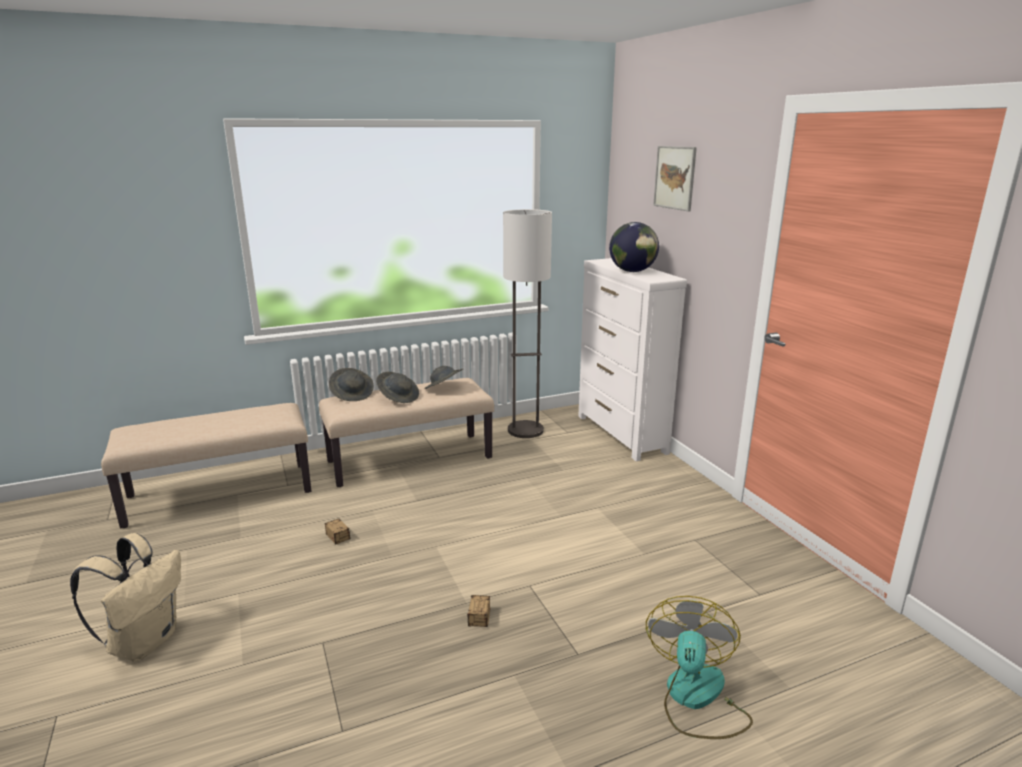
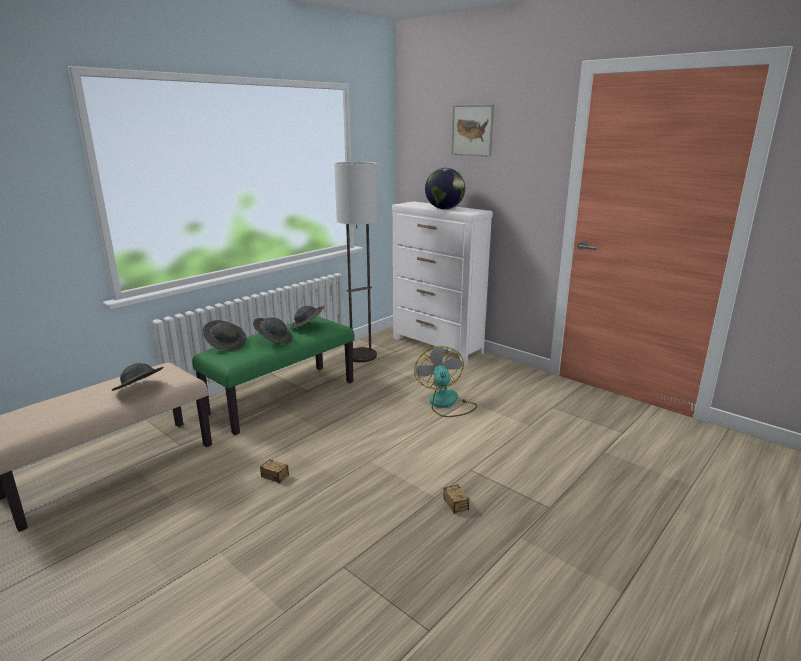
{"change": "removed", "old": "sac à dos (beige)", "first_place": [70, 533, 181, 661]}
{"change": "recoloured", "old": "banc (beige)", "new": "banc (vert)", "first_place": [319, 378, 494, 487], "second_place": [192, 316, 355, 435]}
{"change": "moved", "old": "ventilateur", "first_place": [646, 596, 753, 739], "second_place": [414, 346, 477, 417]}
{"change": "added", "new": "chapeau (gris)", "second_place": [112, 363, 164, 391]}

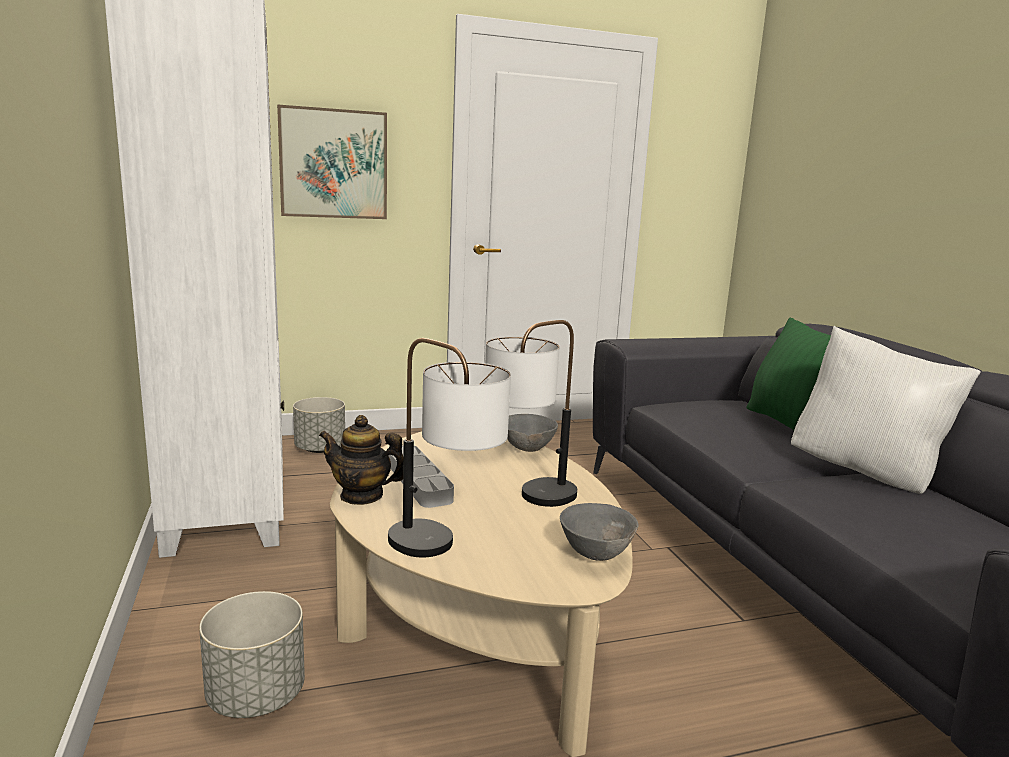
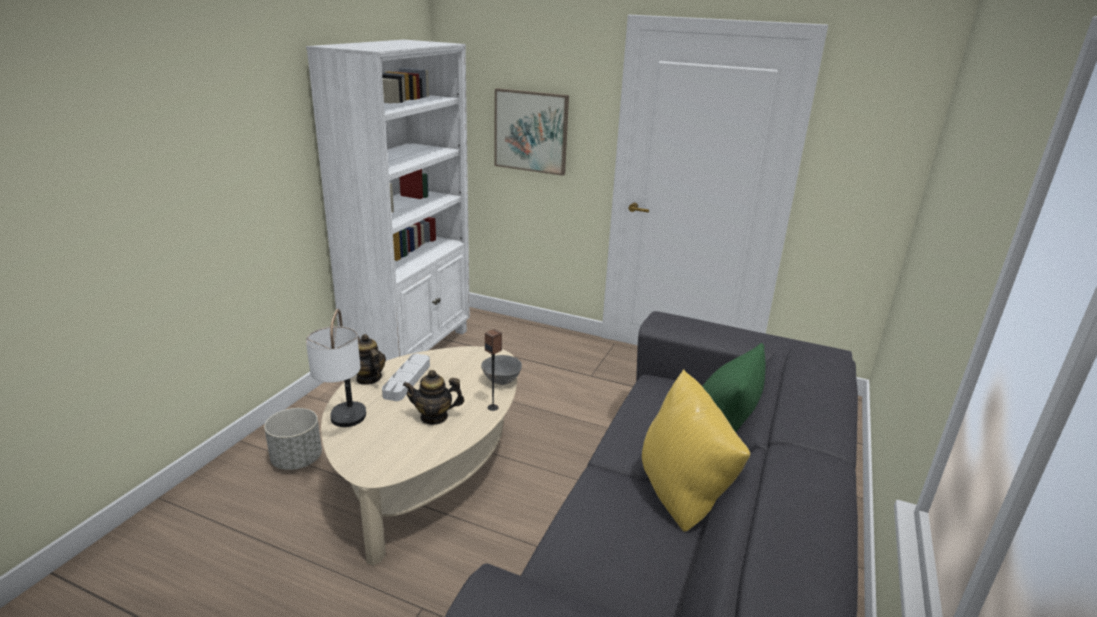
{"change": "removed", "old": "cache-pot (gris)", "first_place": [293, 397, 345, 453]}
{"change": "replaced", "old": "lampe de table", "new": "théière", "first_place": [485, 320, 577, 507], "second_place": [403, 370, 464, 425]}
{"change": "removed", "old": "bol (gris)", "first_place": [560, 503, 639, 561]}
{"change": "recoloured", "old": "coussin (blanc)", "new": "coussin (jaune)", "first_place": [791, 326, 981, 494], "second_place": [642, 369, 750, 532]}
{"change": "added", "new": "enceinte", "second_place": [485, 329, 502, 411]}

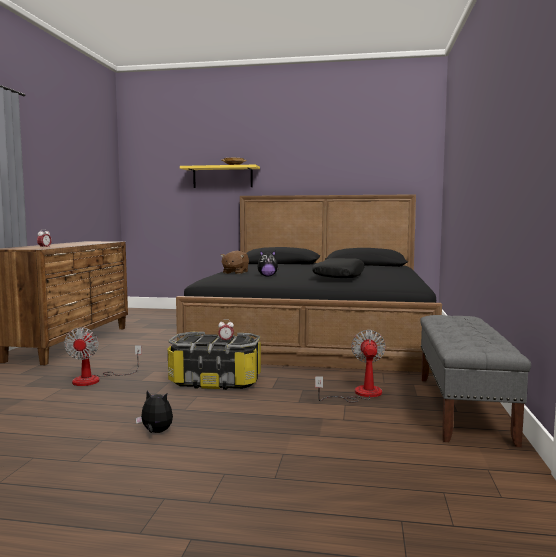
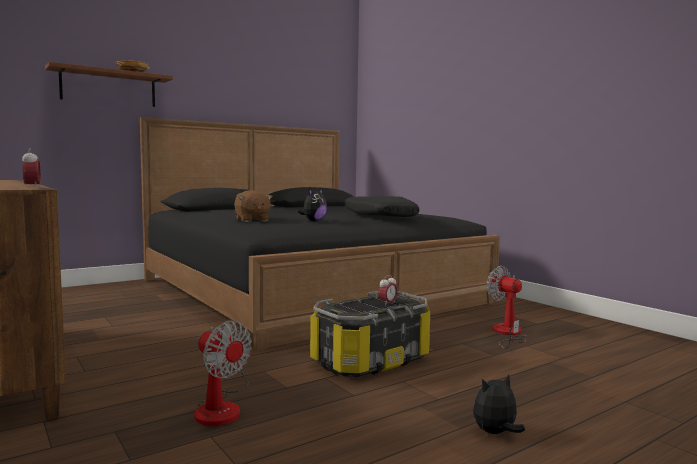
{"change": "recoloured", "old": "étagère (jaune)", "new": "étagère (marron)", "first_place": [180, 165, 260, 188], "second_place": [45, 62, 173, 107]}
{"change": "removed", "old": "banc (gris)", "first_place": [420, 315, 531, 447]}

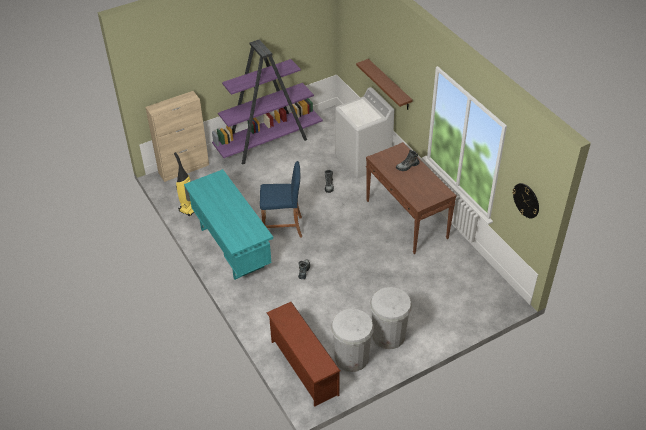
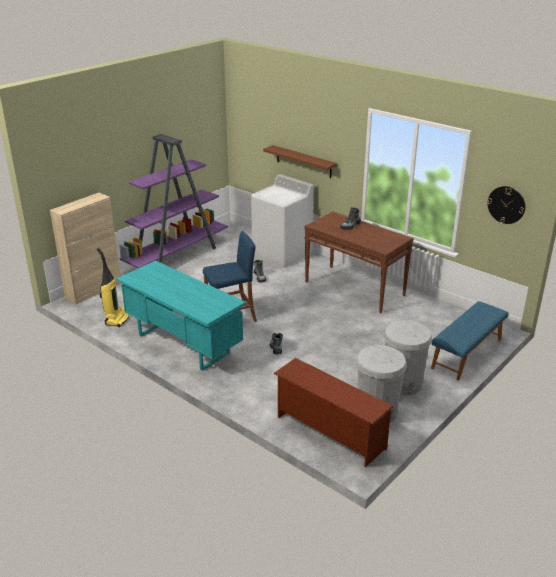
{"change": "added", "new": "banc (bleu)", "second_place": [431, 301, 509, 381]}

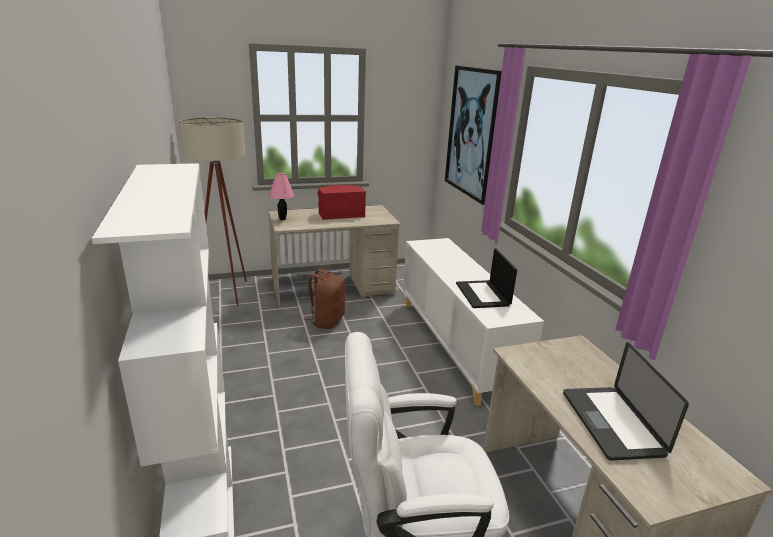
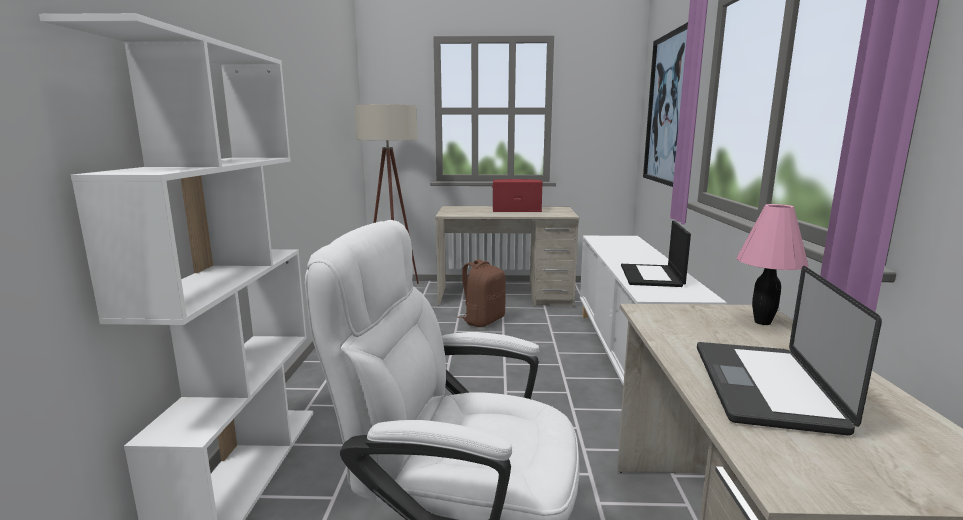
{"change": "moved", "old": "lampe de table (rose)", "first_place": [269, 173, 294, 220], "second_place": [736, 204, 809, 325]}

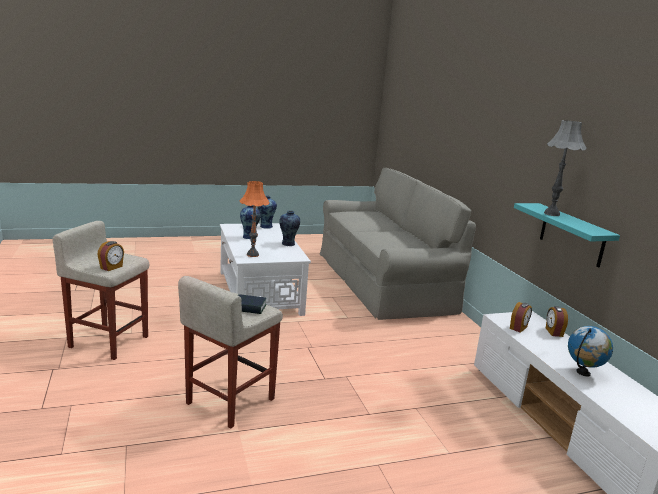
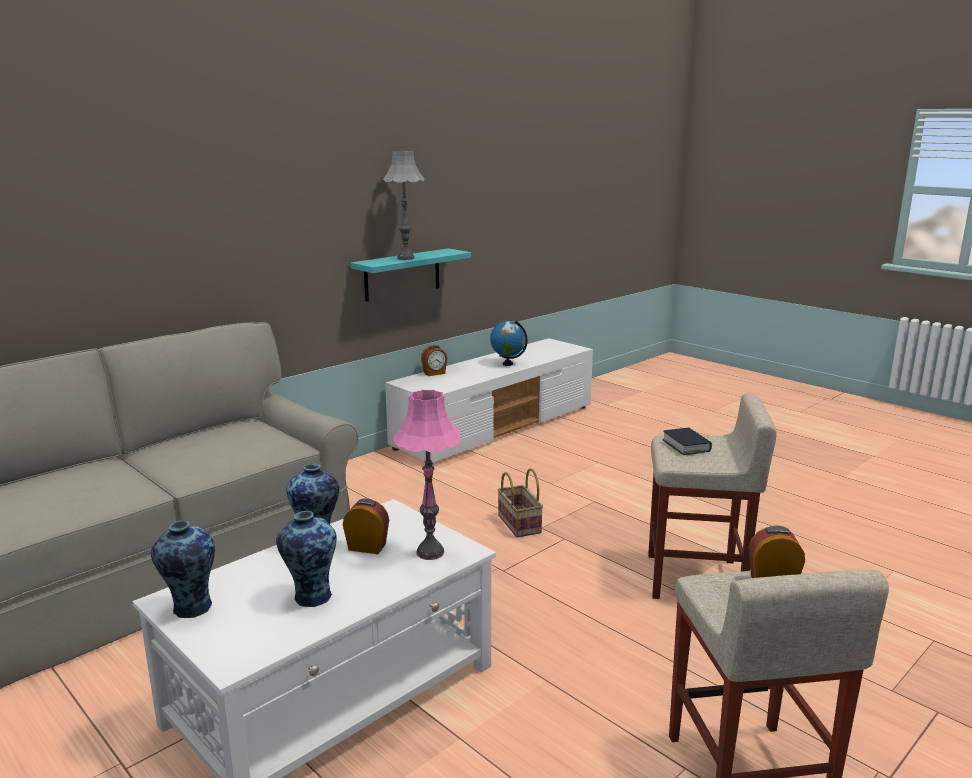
{"change": "recoloured", "old": "lampe de table (orange)", "new": "lampe de table (rose)", "first_place": [240, 181, 269, 257], "second_place": [392, 390, 462, 560]}
{"change": "moved", "old": "réveil", "first_place": [510, 302, 532, 333], "second_place": [343, 498, 389, 554]}
{"change": "added", "new": "panier", "second_place": [497, 468, 543, 538]}

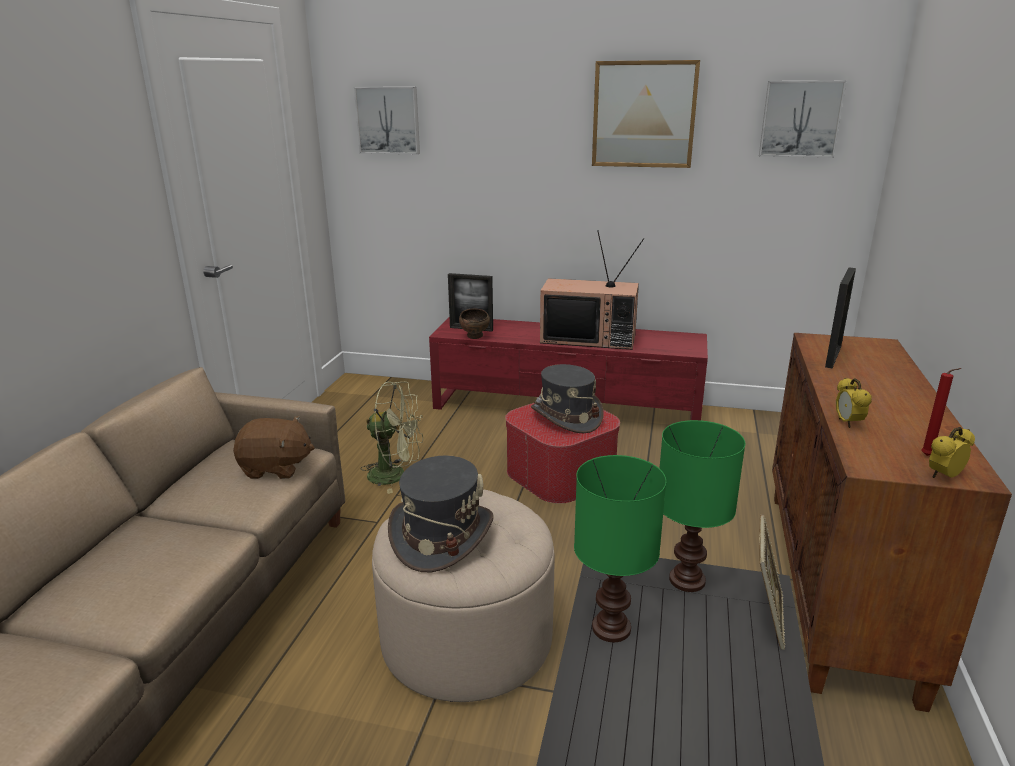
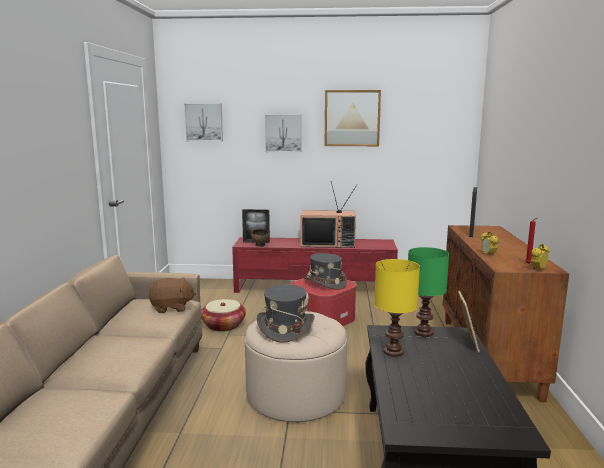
{"change": "replaced", "old": "ventilateur (vert)", "new": "panier", "first_place": [361, 382, 423, 494], "second_place": [201, 299, 246, 332]}
{"change": "recoloured", "old": "lampe de table (vert)", "new": "lampe de table (jaune)", "first_place": [574, 455, 666, 642], "second_place": [374, 259, 420, 357]}
{"change": "moved", "old": "tableau", "first_place": [759, 81, 846, 158], "second_place": [264, 114, 302, 152]}

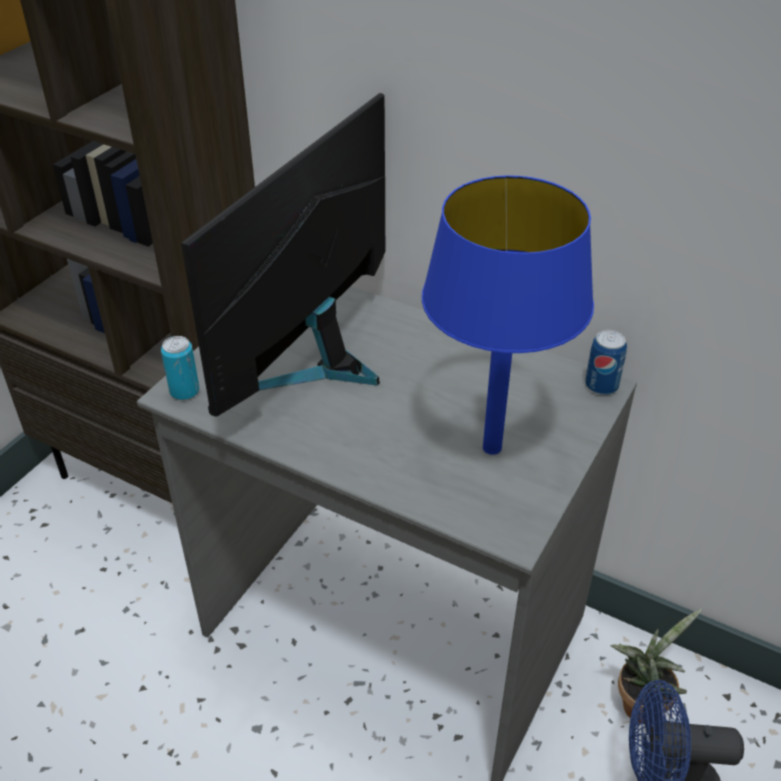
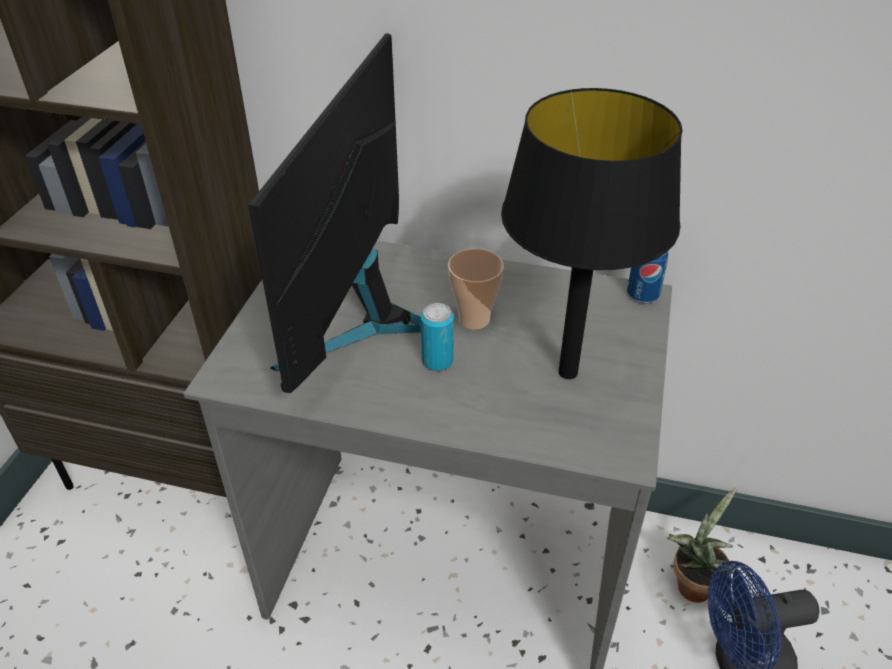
{"change": "moved", "old": "boîte métallique", "first_place": [161, 336, 199, 400], "second_place": [421, 303, 454, 371]}
{"change": "recoloured", "old": "lampe de table (bleu)", "new": "lampe de table (noir)", "first_place": [422, 175, 594, 455], "second_place": [501, 88, 682, 379]}
{"change": "added", "new": "tasse", "second_place": [448, 249, 504, 329]}

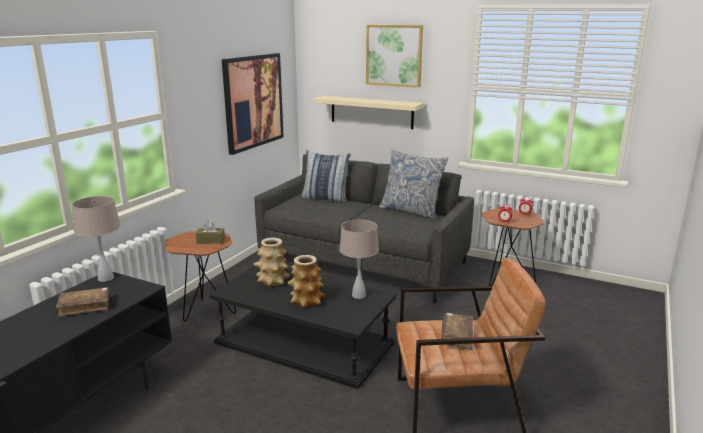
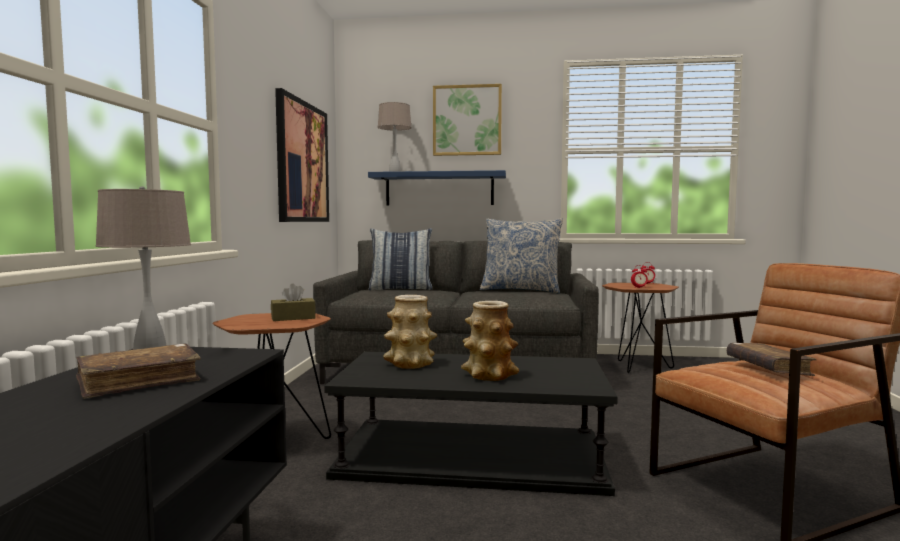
{"change": "recoloured", "old": "étagère (beige)", "new": "étagère (bleu)", "first_place": [313, 96, 424, 129], "second_place": [368, 170, 506, 205]}
{"change": "moved", "old": "lampe de table (beige)", "first_place": [339, 220, 379, 299], "second_place": [378, 102, 412, 172]}

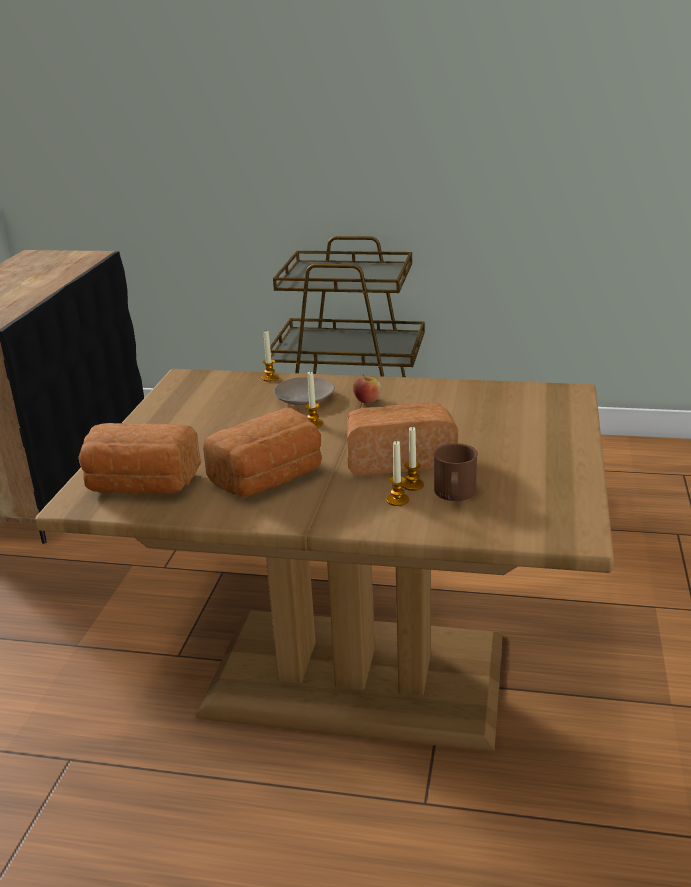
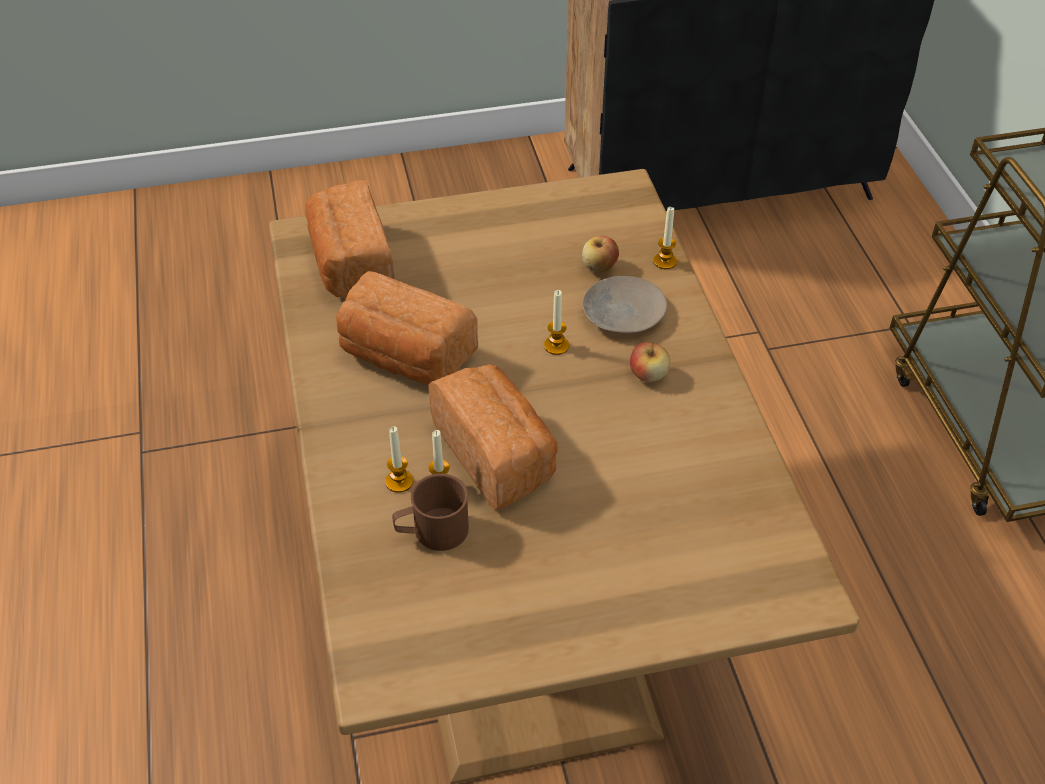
{"change": "added", "new": "pomme", "second_place": [582, 236, 619, 273]}

